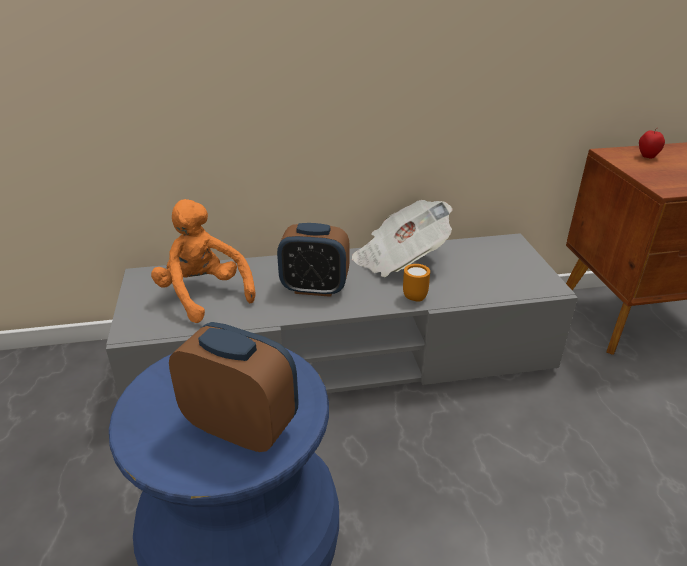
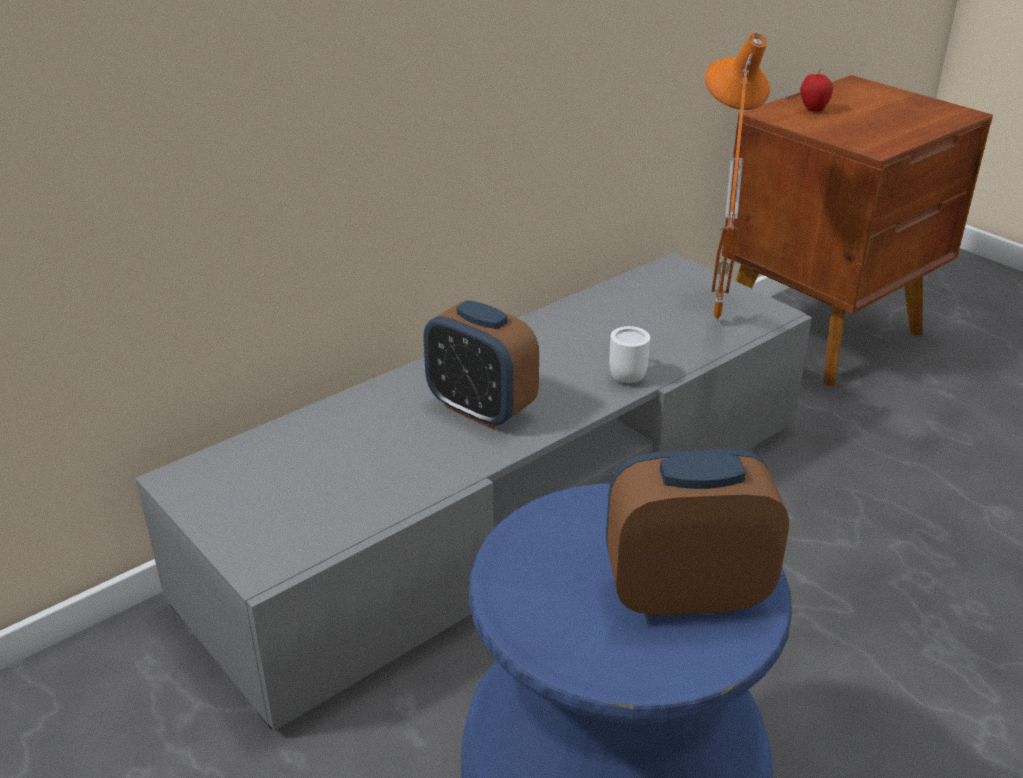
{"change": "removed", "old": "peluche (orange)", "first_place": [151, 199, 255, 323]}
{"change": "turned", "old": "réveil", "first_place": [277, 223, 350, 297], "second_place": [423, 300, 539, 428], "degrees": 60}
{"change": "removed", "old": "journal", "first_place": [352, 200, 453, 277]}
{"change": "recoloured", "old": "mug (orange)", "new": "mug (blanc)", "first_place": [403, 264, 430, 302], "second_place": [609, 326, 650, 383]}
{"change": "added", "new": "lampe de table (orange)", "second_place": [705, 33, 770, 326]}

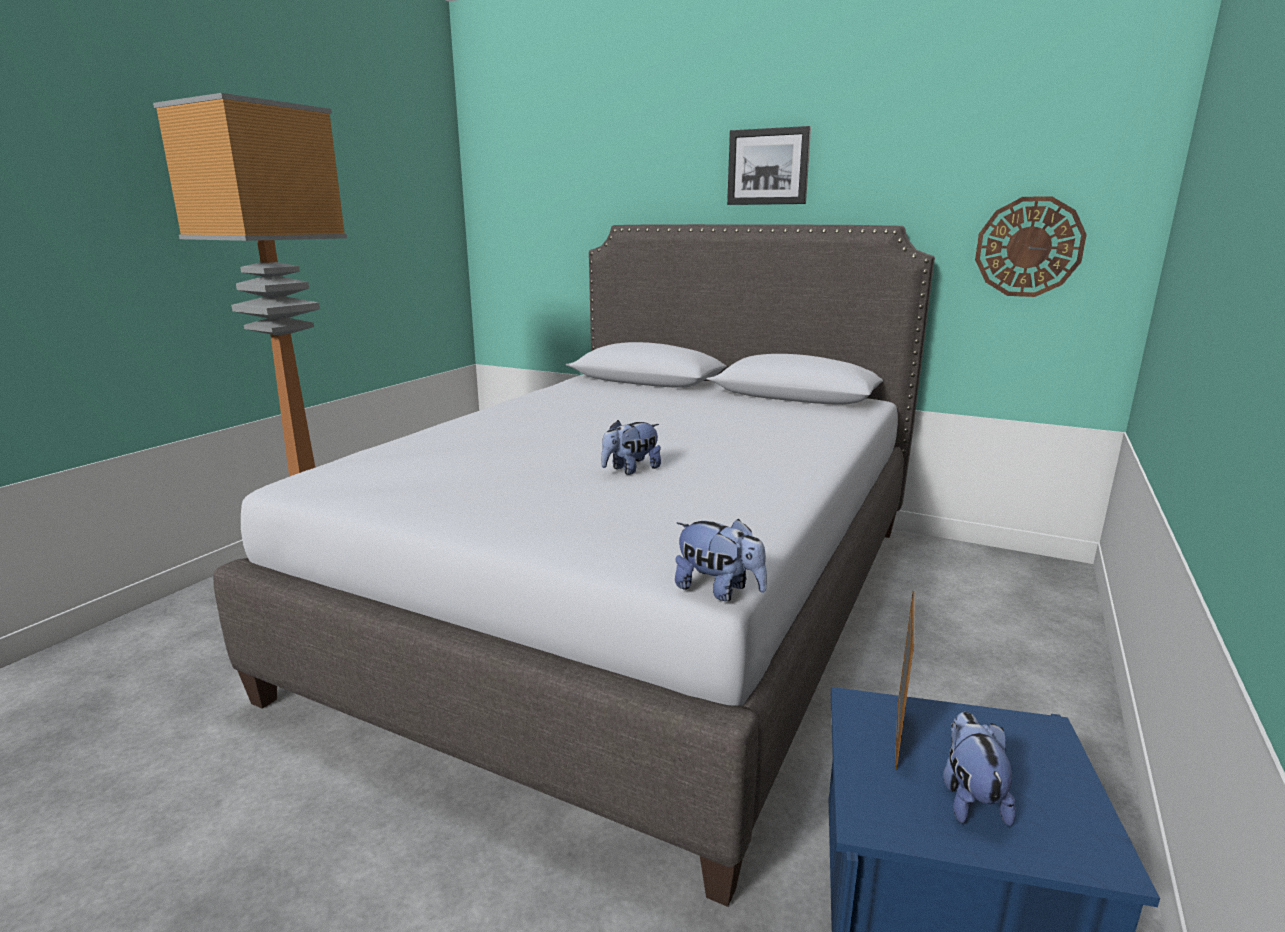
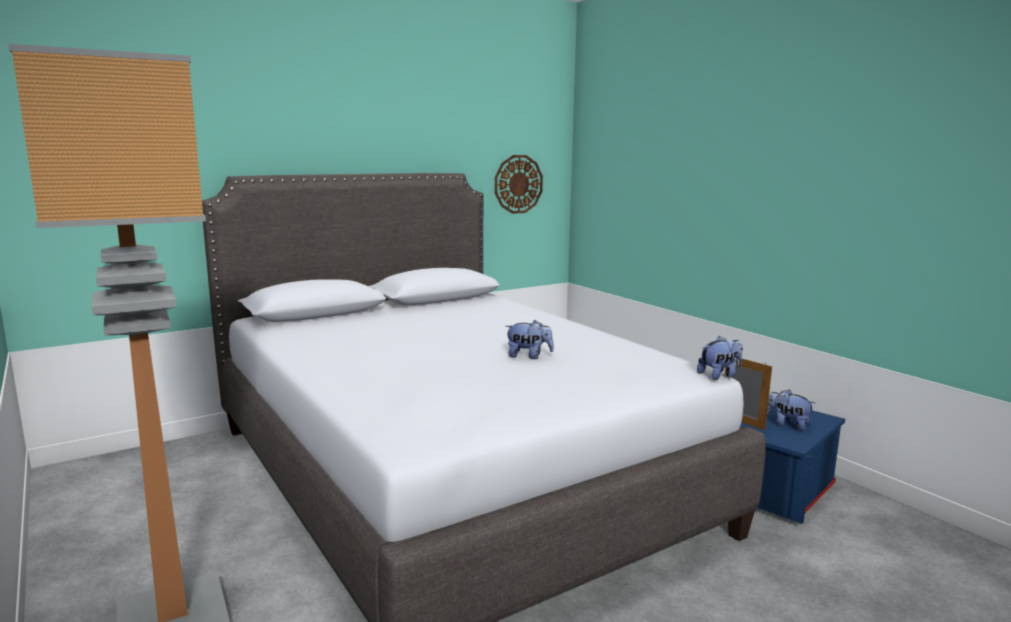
{"change": "turned", "old": "peluche", "first_place": [601, 420, 661, 475], "second_place": [505, 320, 554, 359], "degrees": -75}
{"change": "removed", "old": "tableau", "first_place": [727, 126, 811, 205]}

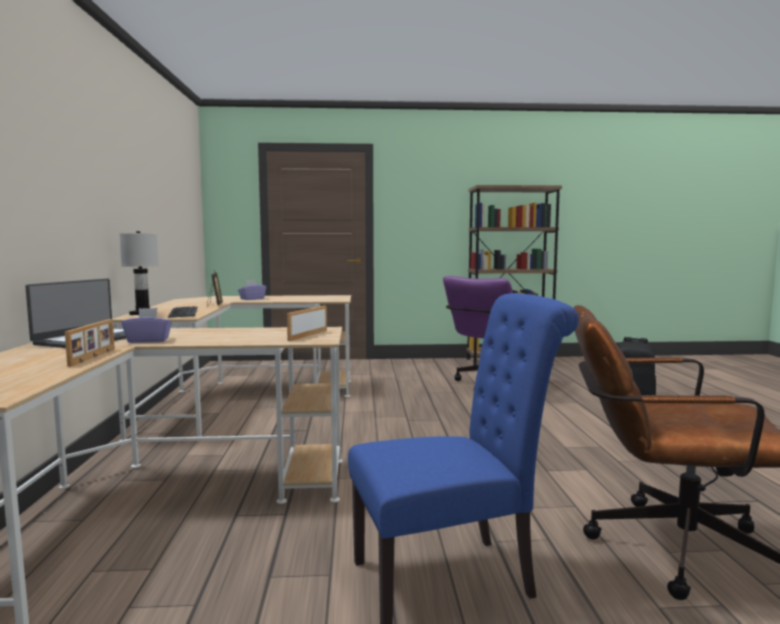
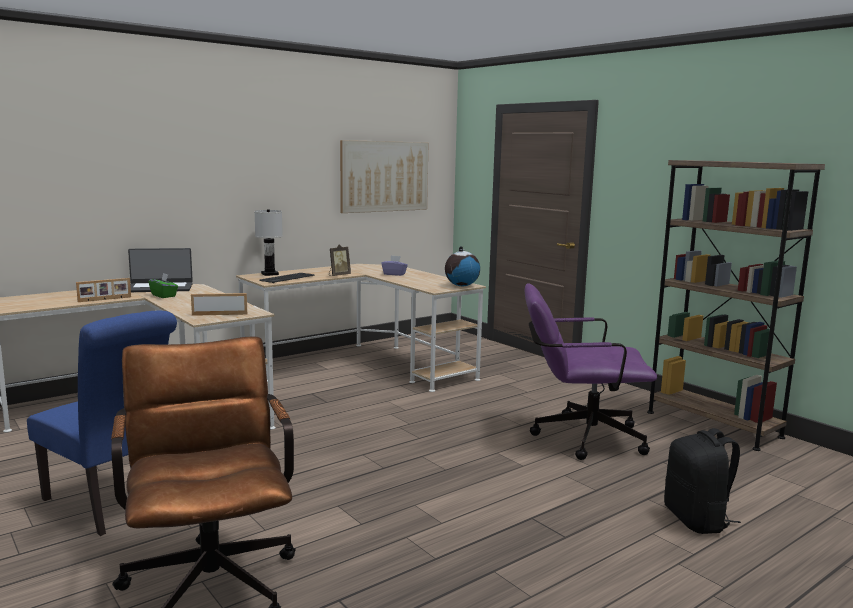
{"change": "recoloured", "old": "boîte à mouchoirs (violet)", "new": "boîte à mouchoirs (vert)", "first_place": [121, 308, 172, 343], "second_place": [148, 273, 178, 298]}
{"change": "added", "new": "tableau", "second_place": [340, 140, 429, 213]}
{"change": "added", "new": "globe", "second_place": [445, 246, 480, 286]}

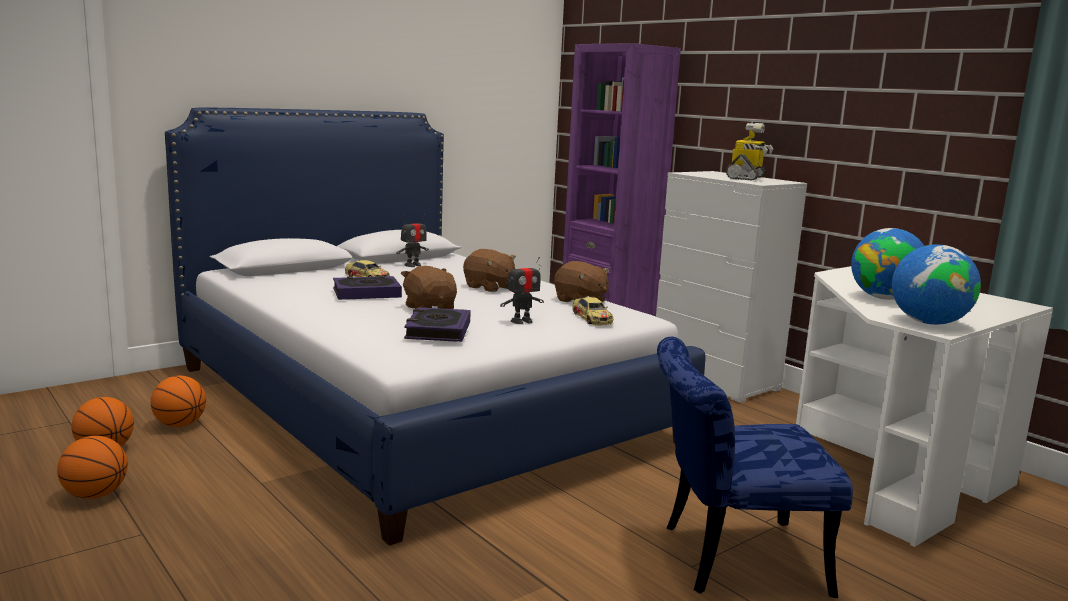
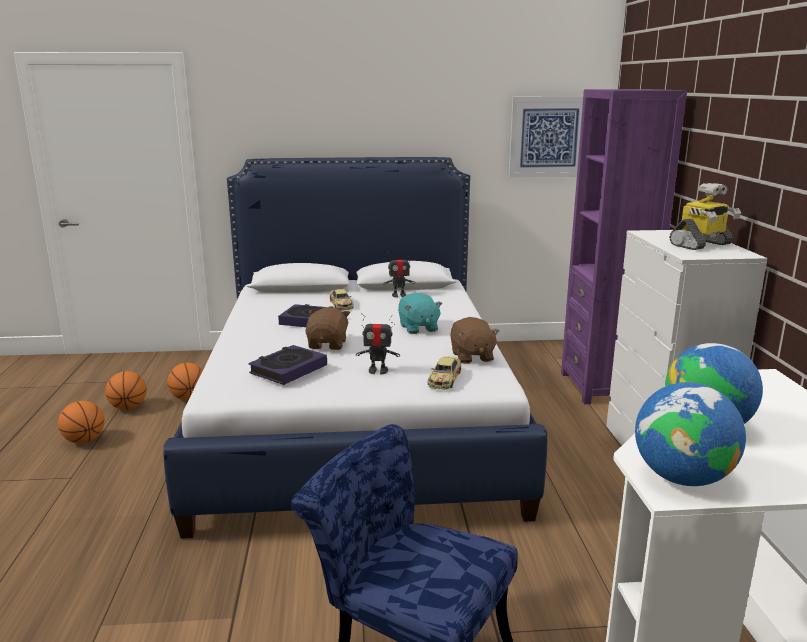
{"change": "recoloured", "old": "peluche (marron)", "new": "peluche (turquoise)", "first_place": [463, 249, 516, 292], "second_place": [398, 293, 443, 334]}
{"change": "added", "new": "tableau", "second_place": [509, 97, 583, 178]}

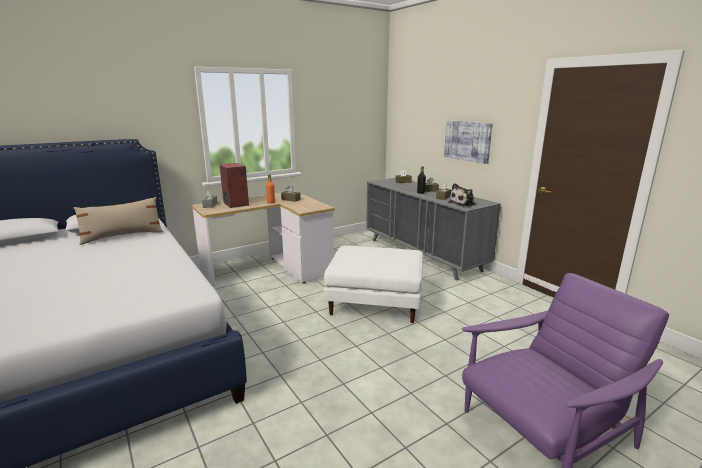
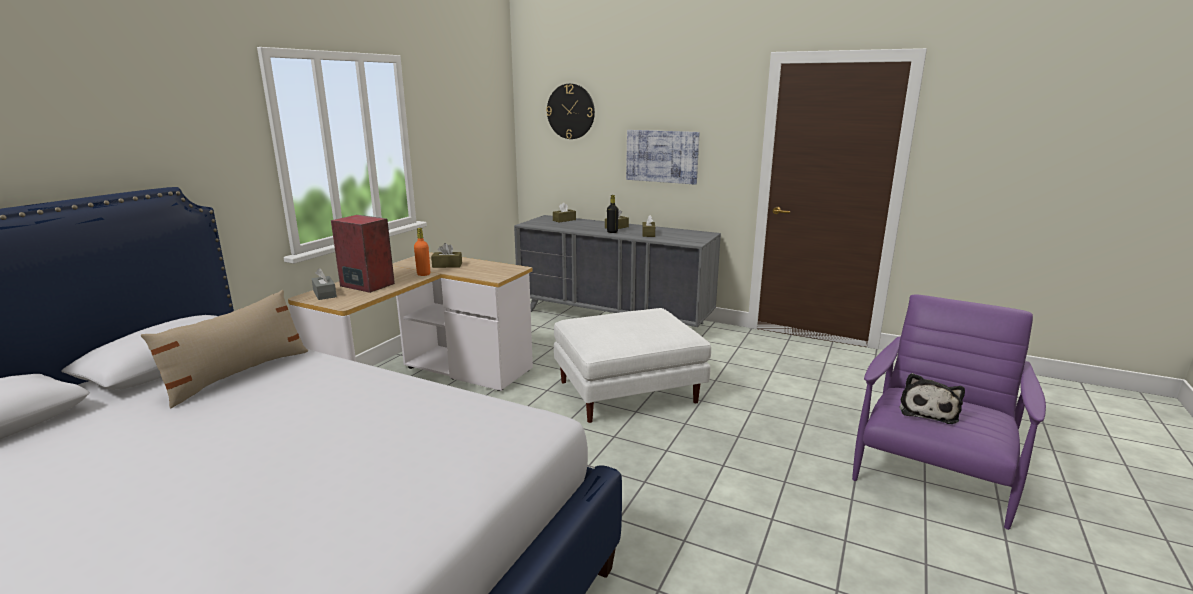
{"change": "moved", "old": "peluche", "first_place": [448, 183, 476, 207], "second_place": [900, 373, 965, 424]}
{"change": "added", "new": "horloge murale", "second_place": [546, 84, 595, 139]}

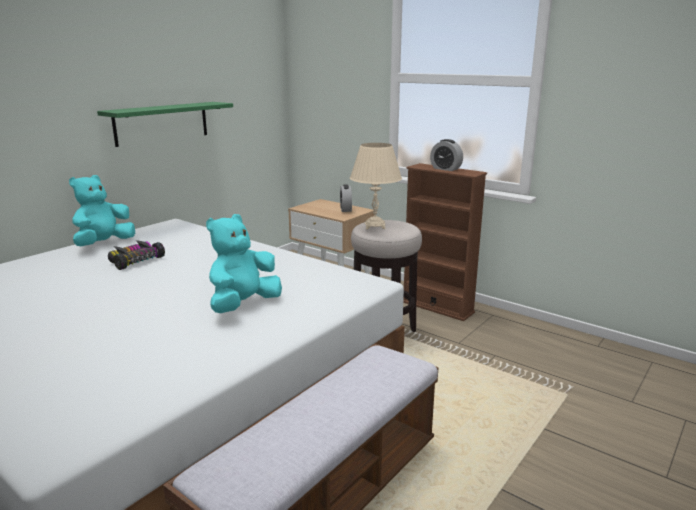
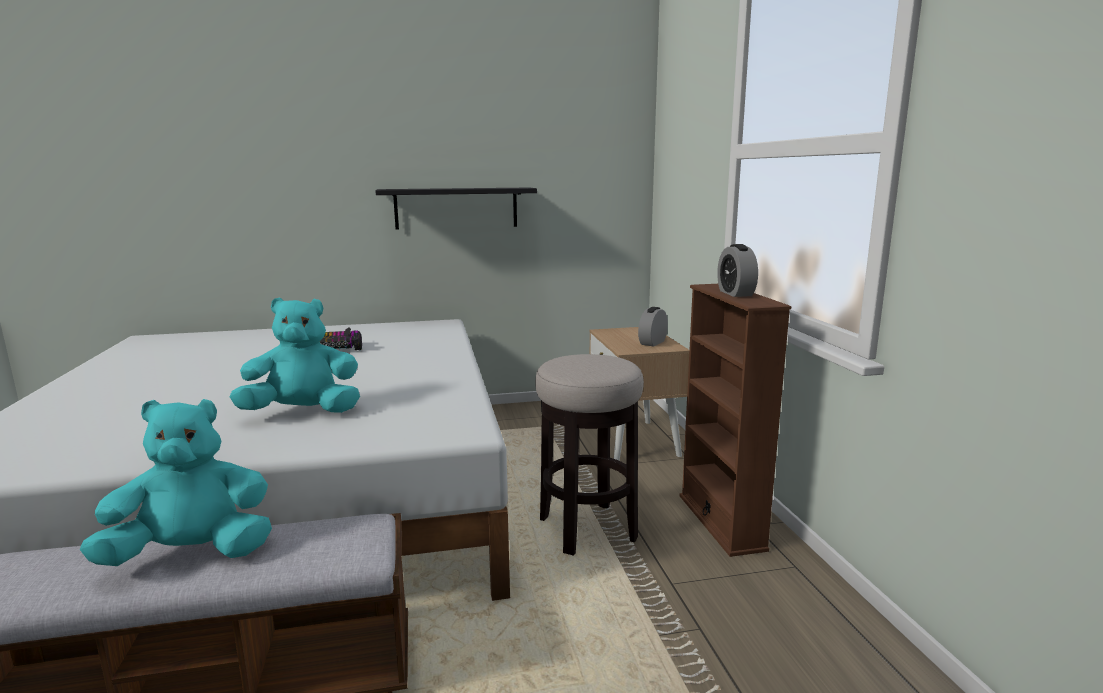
{"change": "moved", "old": "peluche (turquoise)", "first_place": [69, 175, 135, 246], "second_place": [80, 399, 272, 566]}
{"change": "recoloured", "old": "étagère (vert)", "new": "étagère (noir)", "first_place": [97, 102, 233, 147], "second_place": [375, 188, 537, 230]}
{"change": "removed", "old": "lampe de table (beige)", "first_place": [350, 143, 402, 229]}

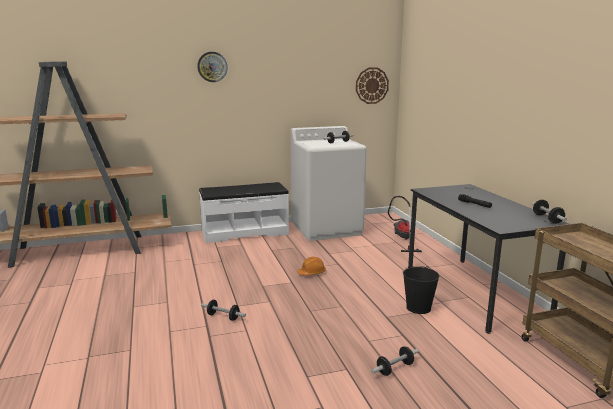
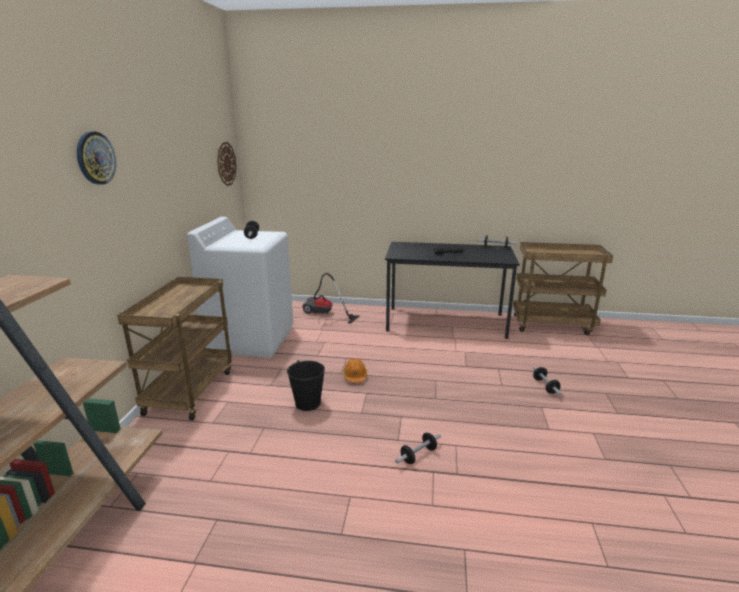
{"change": "replaced", "old": "banc (blanc)", "new": "chariot (marron)", "first_place": [199, 182, 289, 243], "second_place": [117, 277, 232, 421]}
{"change": "moved", "old": "seau (noir)", "first_place": [403, 266, 439, 314], "second_place": [287, 360, 325, 411]}

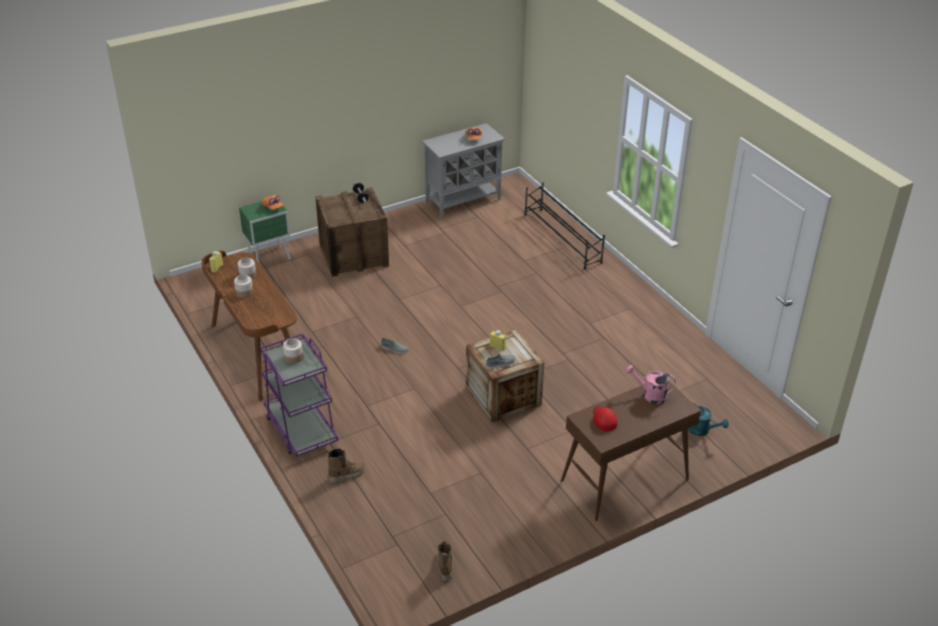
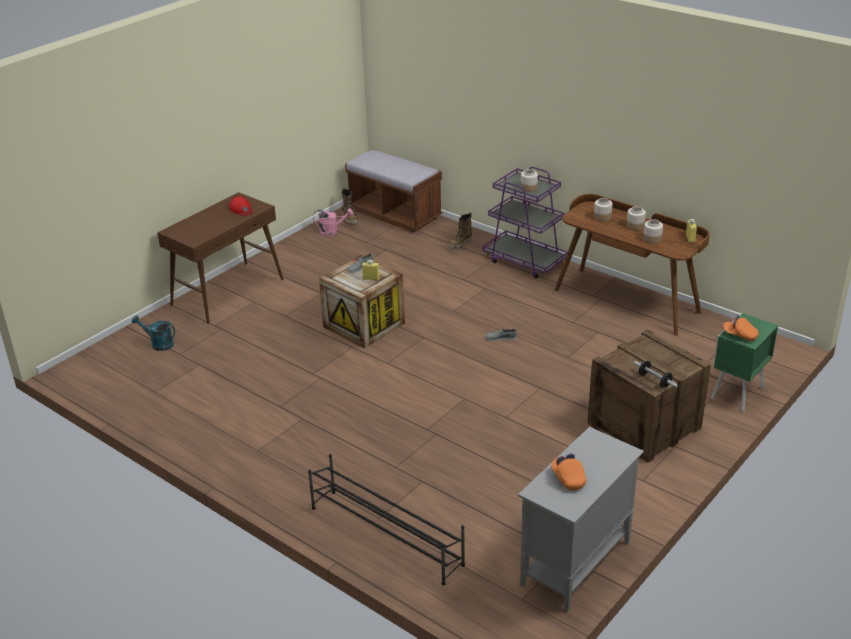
{"change": "moved", "old": "arrosoir (rose)", "first_place": [625, 365, 676, 404], "second_place": [313, 208, 354, 236]}
{"change": "added", "new": "banc (marron)", "second_place": [345, 149, 443, 233]}
{"change": "added", "new": "bocal", "second_place": [594, 198, 612, 222]}

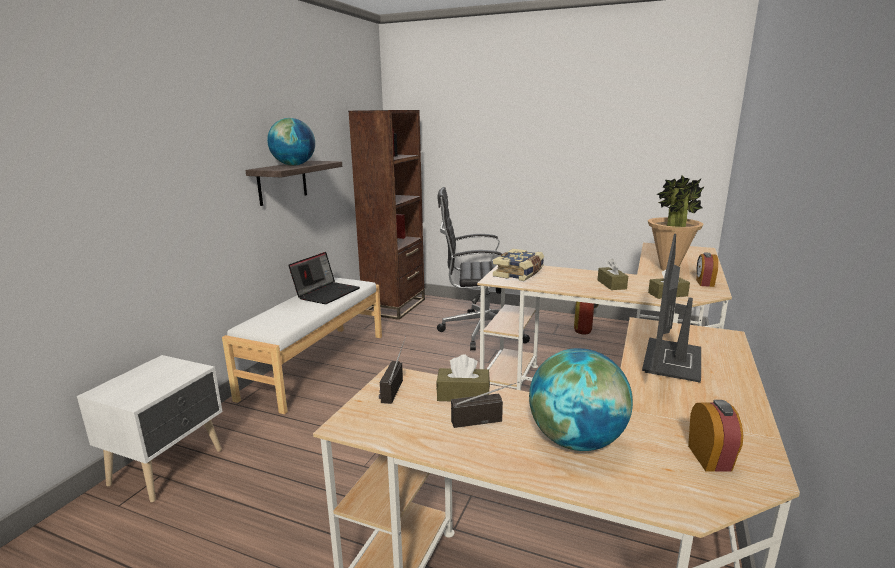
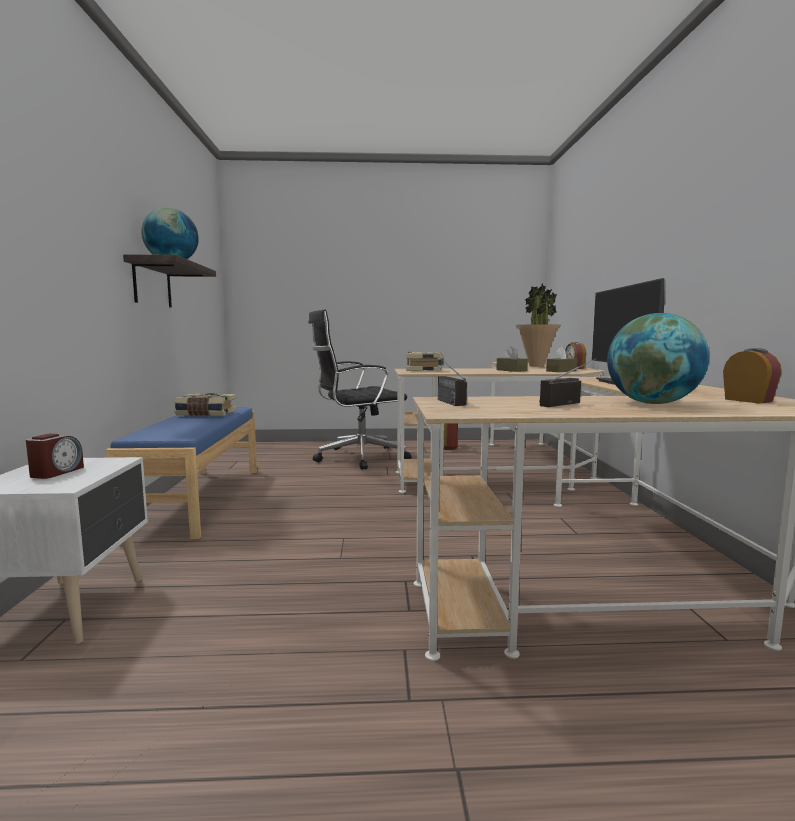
{"change": "recoloured", "old": "banc (blanc)", "new": "banc (bleu)", "first_place": [222, 278, 382, 414], "second_place": [105, 407, 257, 539]}
{"change": "replaced", "old": "ordinateur portable", "new": "livre", "first_place": [288, 252, 360, 304], "second_place": [174, 393, 237, 416]}
{"change": "removed", "old": "bibliothèque (marron)", "first_place": [348, 110, 425, 320]}
{"change": "removed", "old": "boîte à mouchoirs (marron)", "first_place": [436, 354, 490, 401]}
{"change": "added", "new": "réveil", "second_place": [26, 434, 84, 479]}

